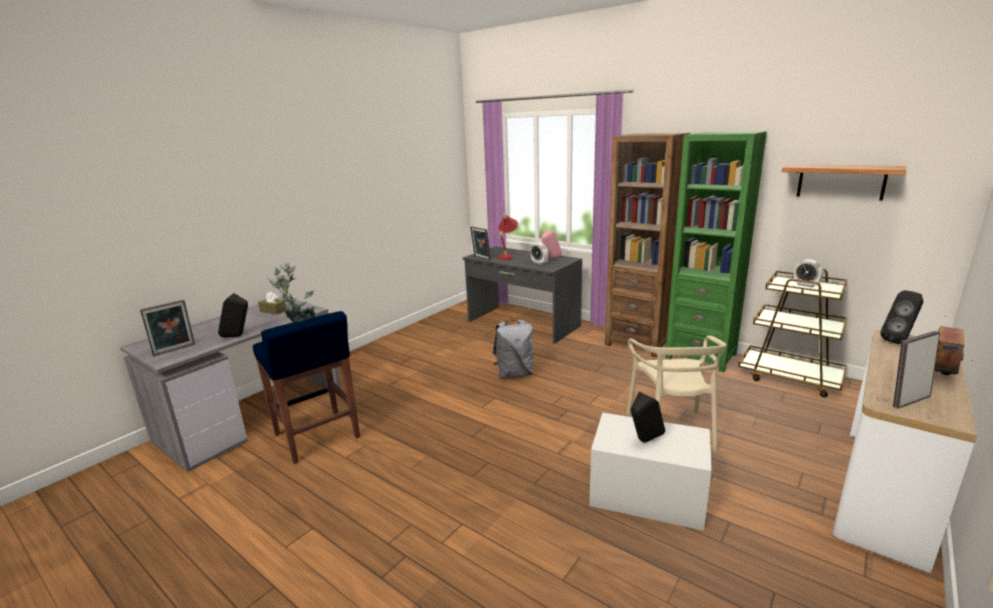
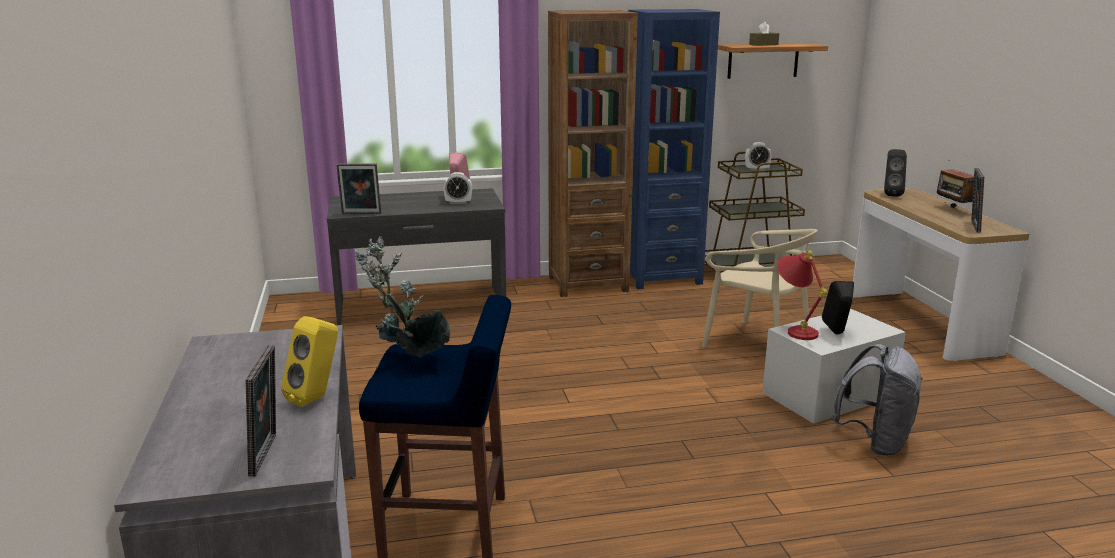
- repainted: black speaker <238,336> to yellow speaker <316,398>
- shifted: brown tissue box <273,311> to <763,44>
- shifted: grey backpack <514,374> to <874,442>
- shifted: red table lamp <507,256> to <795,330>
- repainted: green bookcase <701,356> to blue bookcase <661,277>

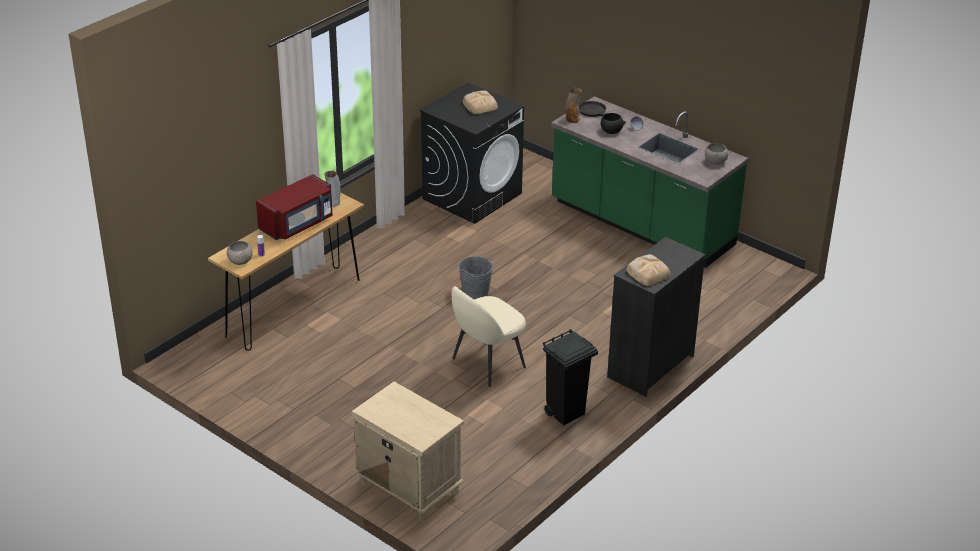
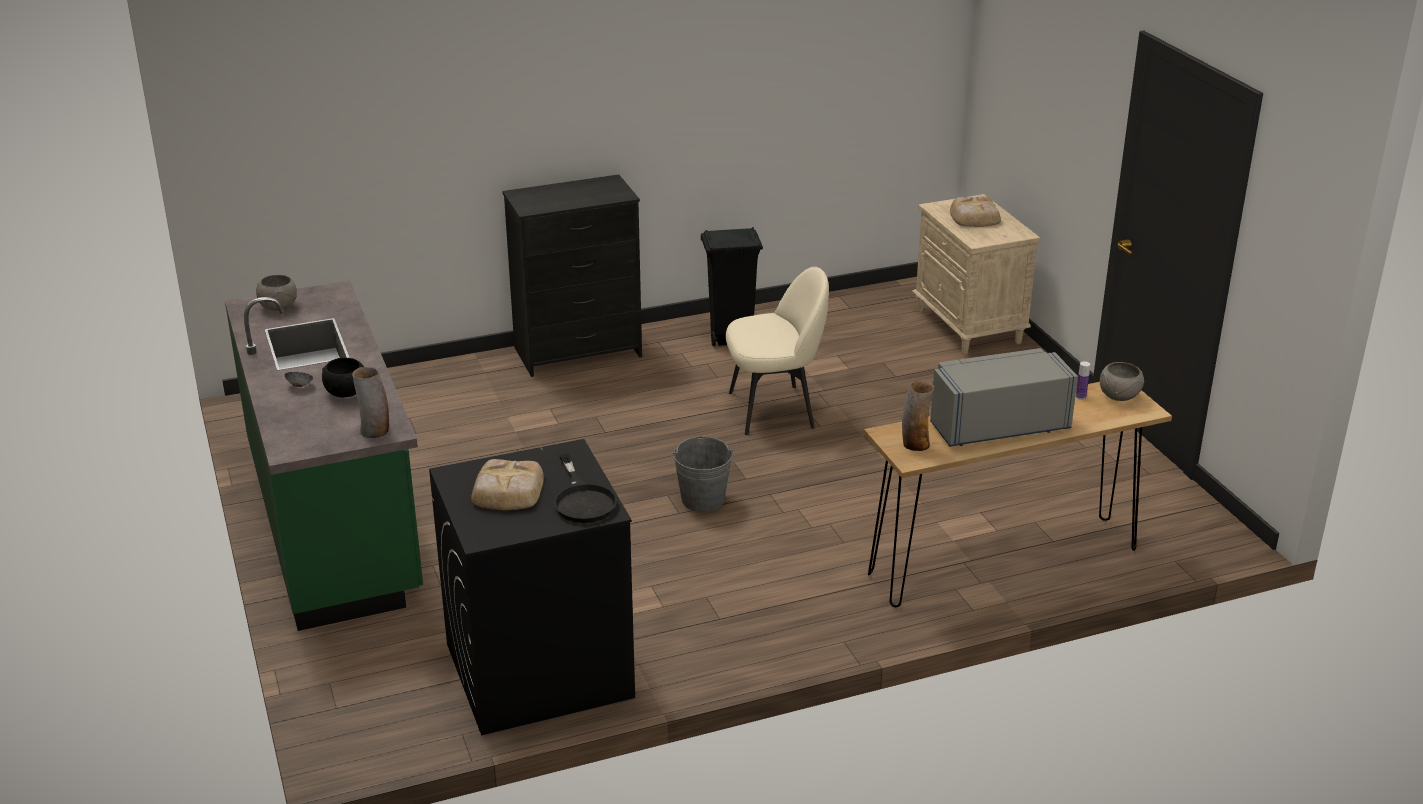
- repainted: red microwave <298,224> to grey microwave <997,426>
- shifted: black frying pan <596,112> to <582,499>
- shifted: bread <648,273> to <974,217>

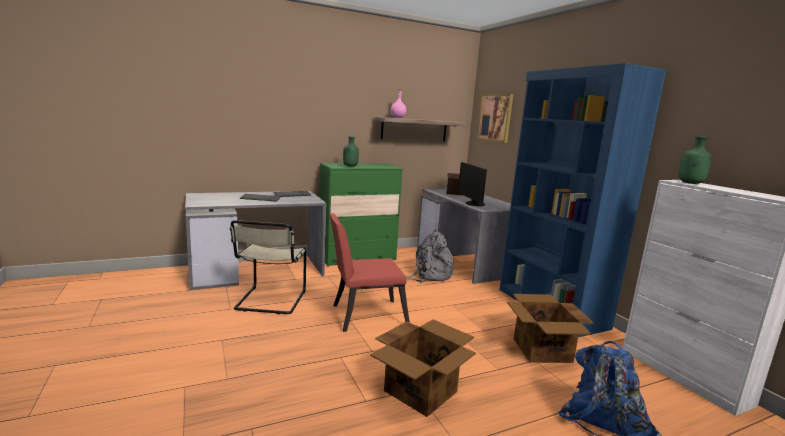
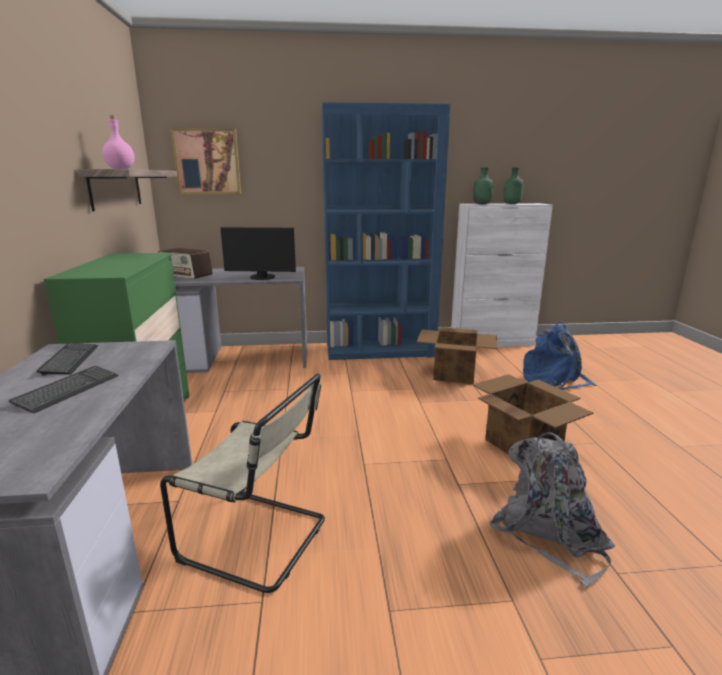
- gone: red chair <364,315>
- shifted: green bottle <350,166> to <512,204>
- shifted: grey backpack <430,275> to <549,534>

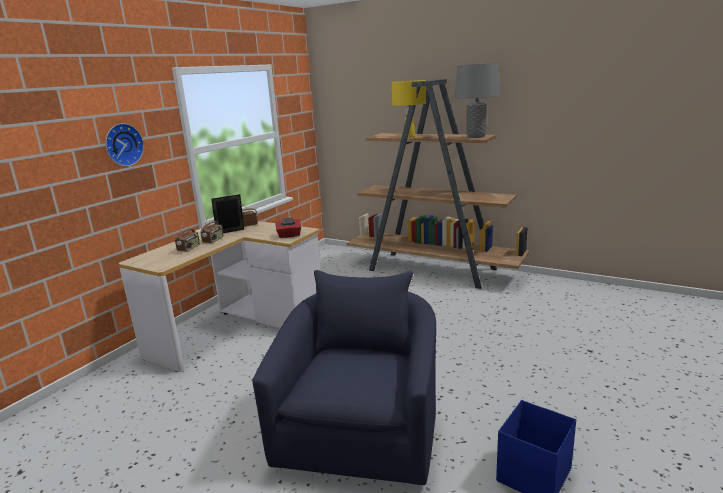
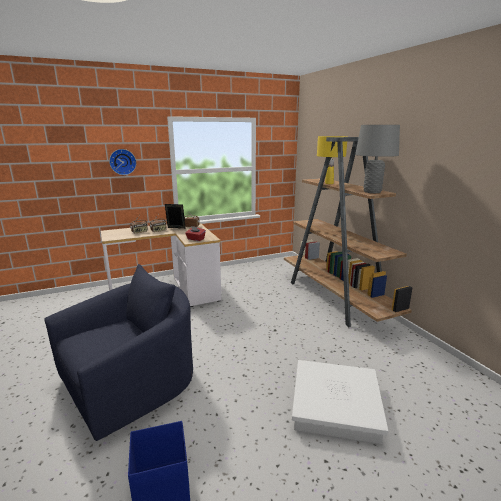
- new: white storage box <335,405>

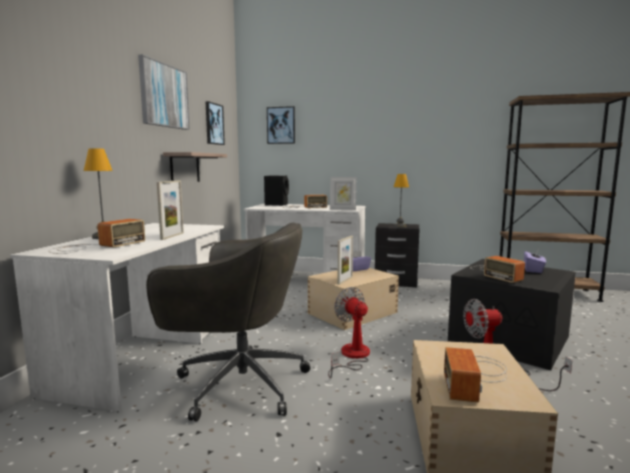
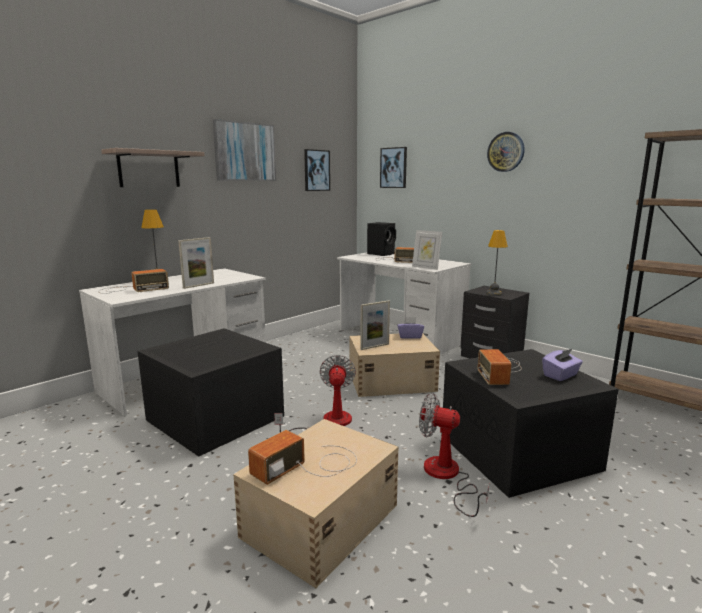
- swapped: grey office chair <238,383> to black storage box <215,419>
- shifted: shelf <185,168> to <149,169>
- new: wall clock <506,152>

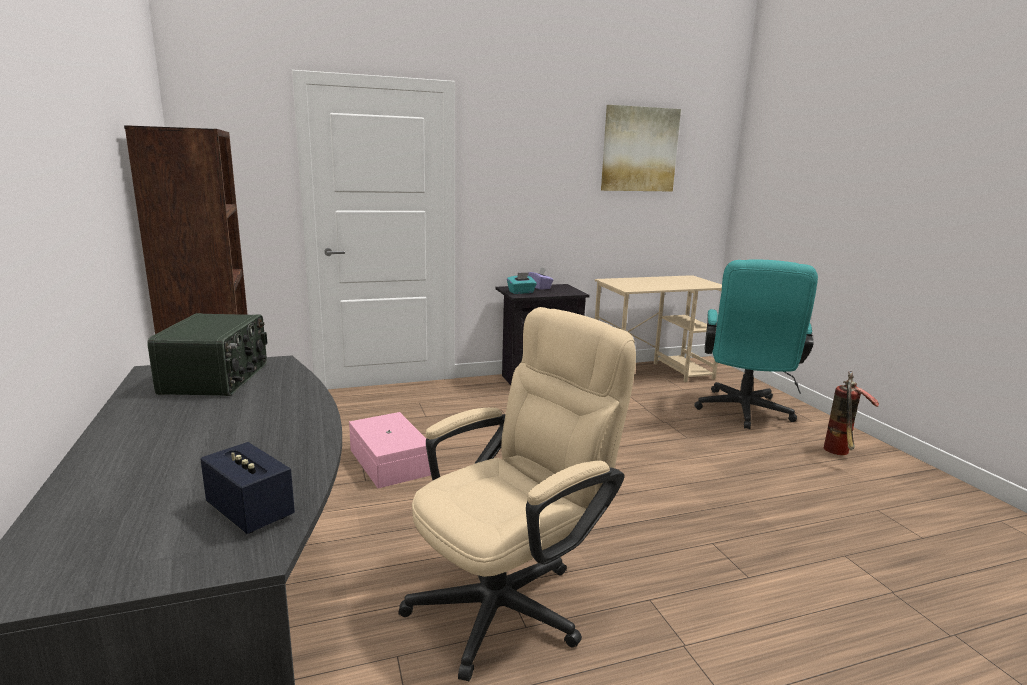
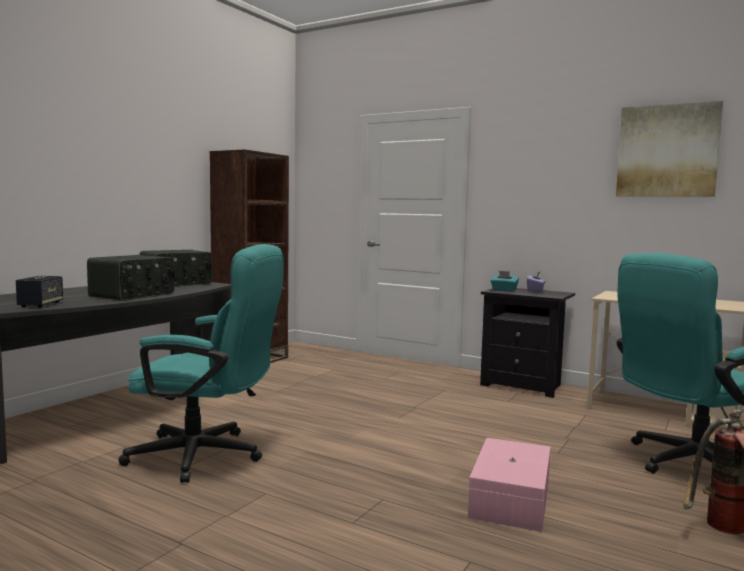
- shifted: pink storage box <388,463> to <508,499>
- repainted: beige office chair <511,600> to turquoise office chair <207,456>
- new: radio <133,295>

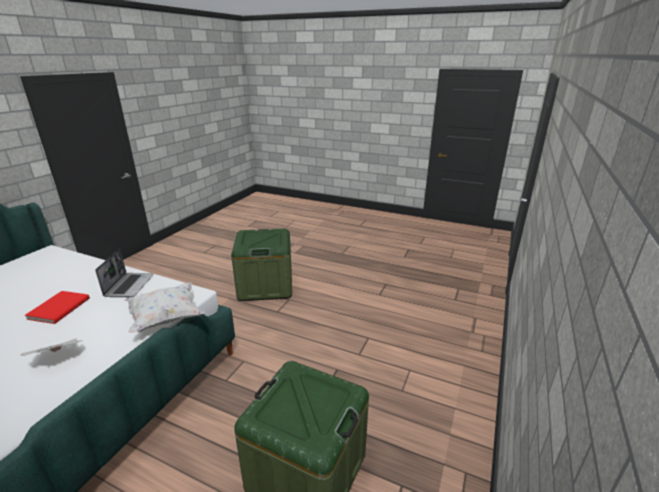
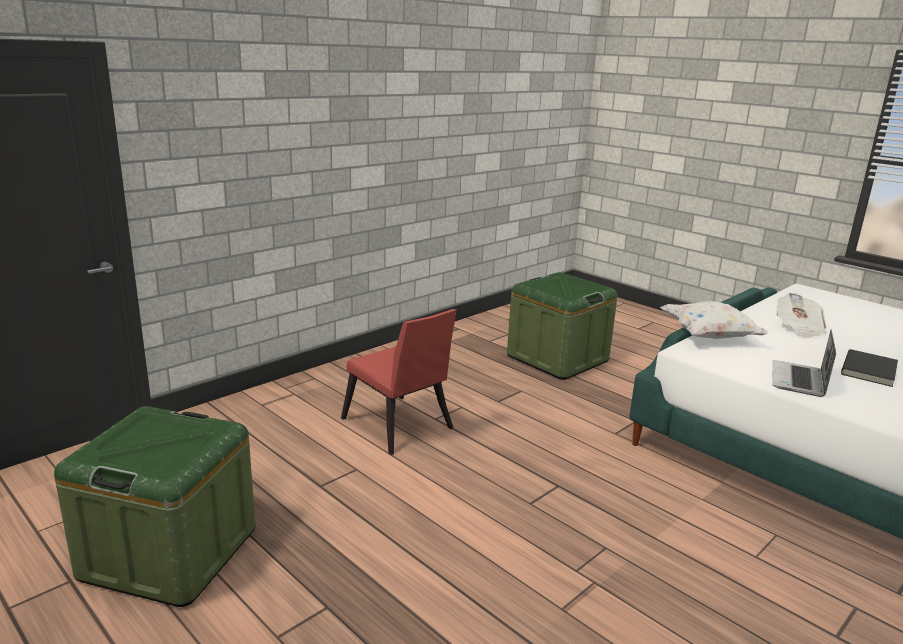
- repainted: red book <58,308> to black book <870,370>
- shifted: green storage box <265,286> to <170,552>
- new: red chair <399,427>

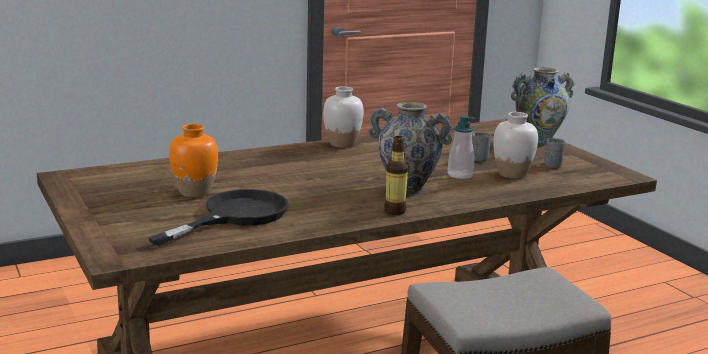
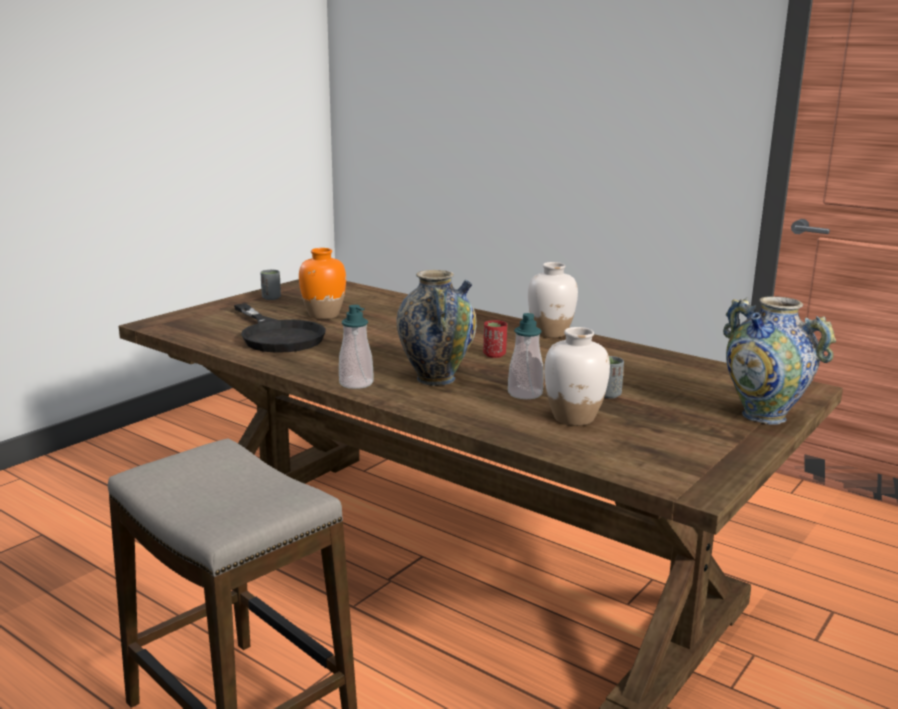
- rotated: black frying pan <235,216> = <277,335> 45 degrees clockwise
- swapped: bottle <395,211> to soap dispenser <356,383>
- shifted: grey cup <553,165> to <271,298>
- new: red cup <494,355>

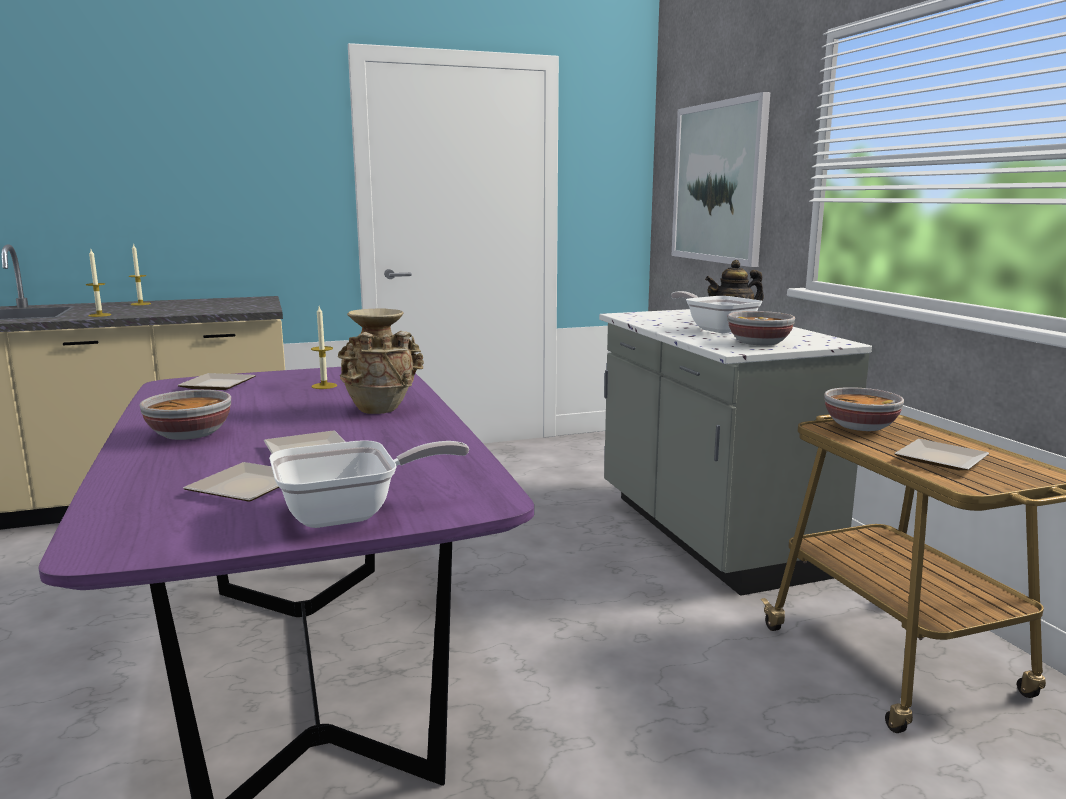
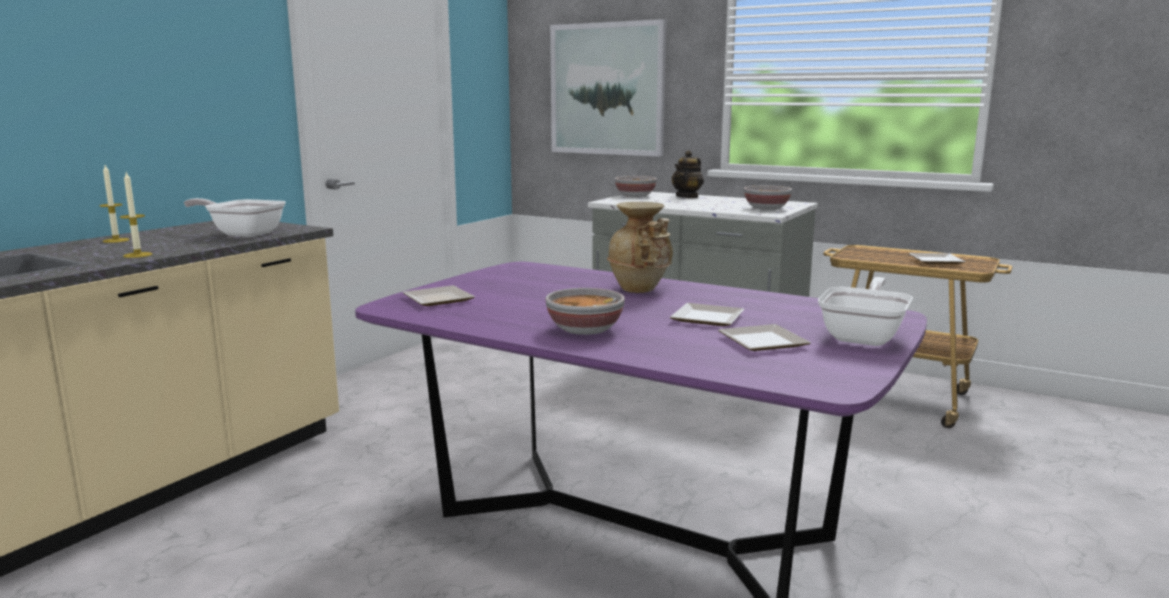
- gone: candle <324,386>
- shifted: frying pan <716,329> to <243,234>
- shifted: bowl <859,426> to <634,196>

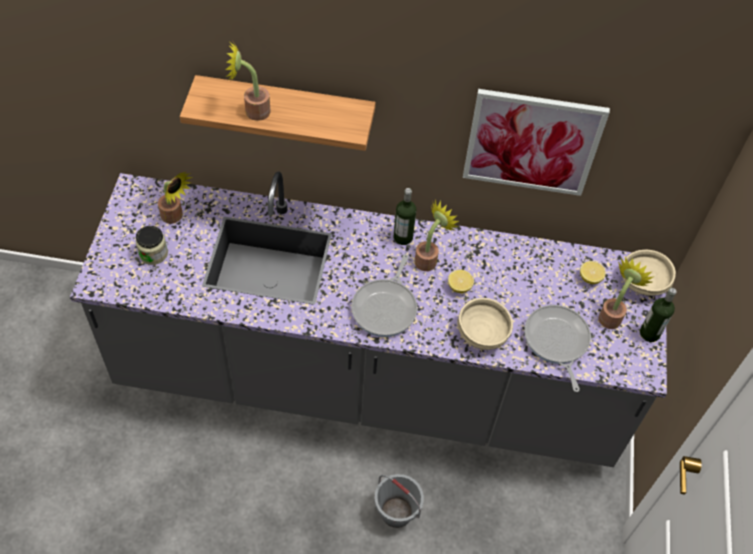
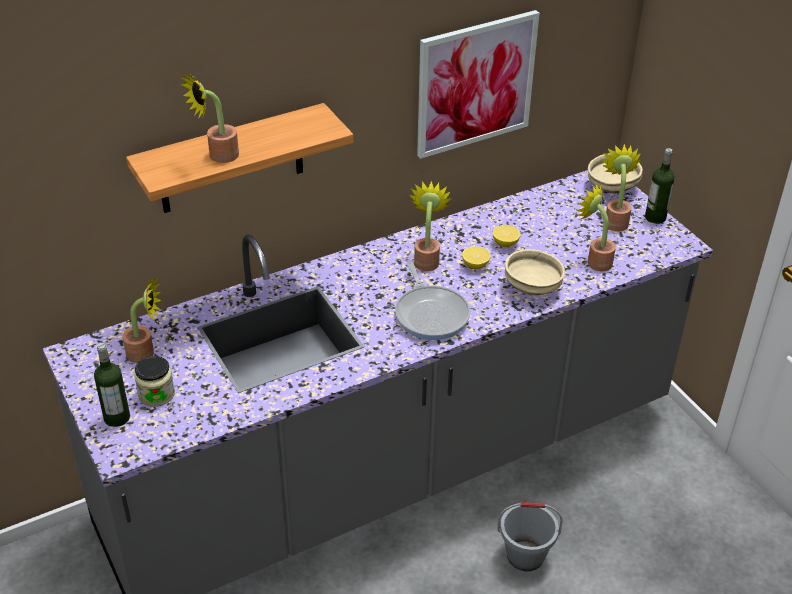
- shifted: bottle <403,237> to <117,417>
- swapped: frying pan <556,341> to potted plant <595,261>
- shifted: lemon <590,278> to <505,243>

